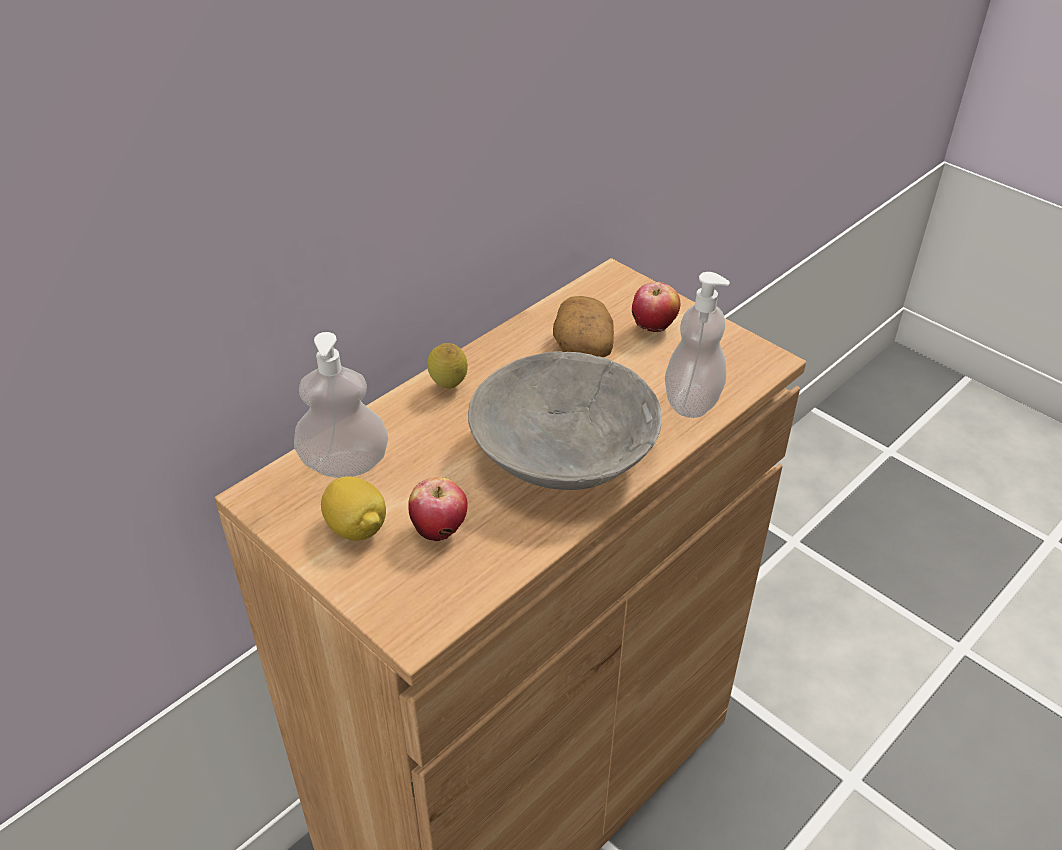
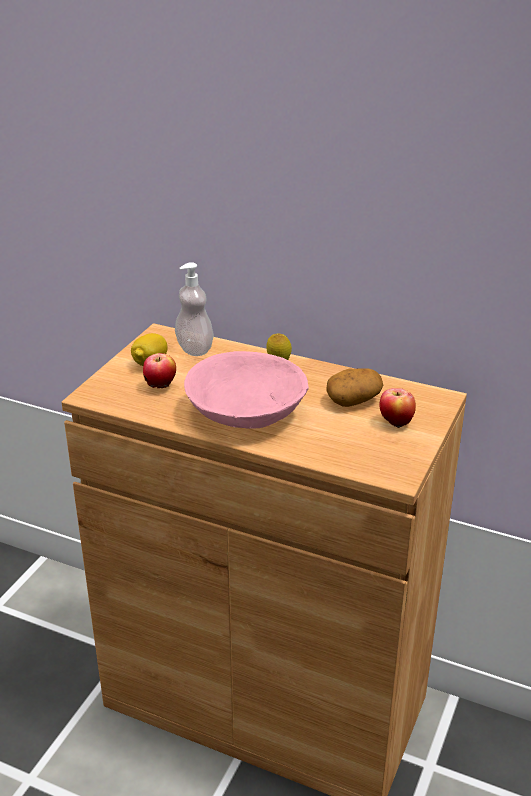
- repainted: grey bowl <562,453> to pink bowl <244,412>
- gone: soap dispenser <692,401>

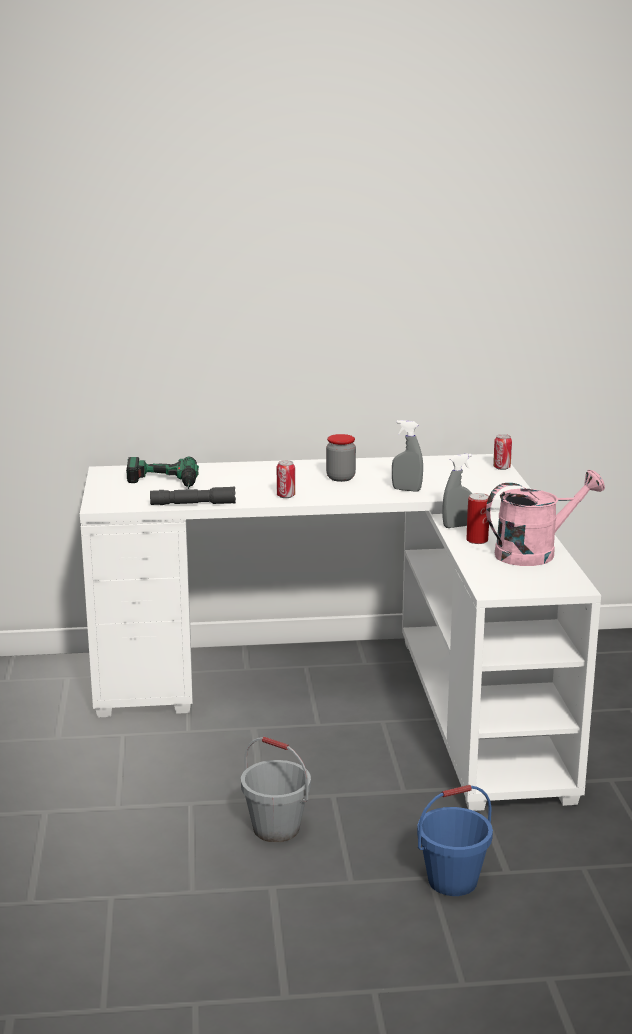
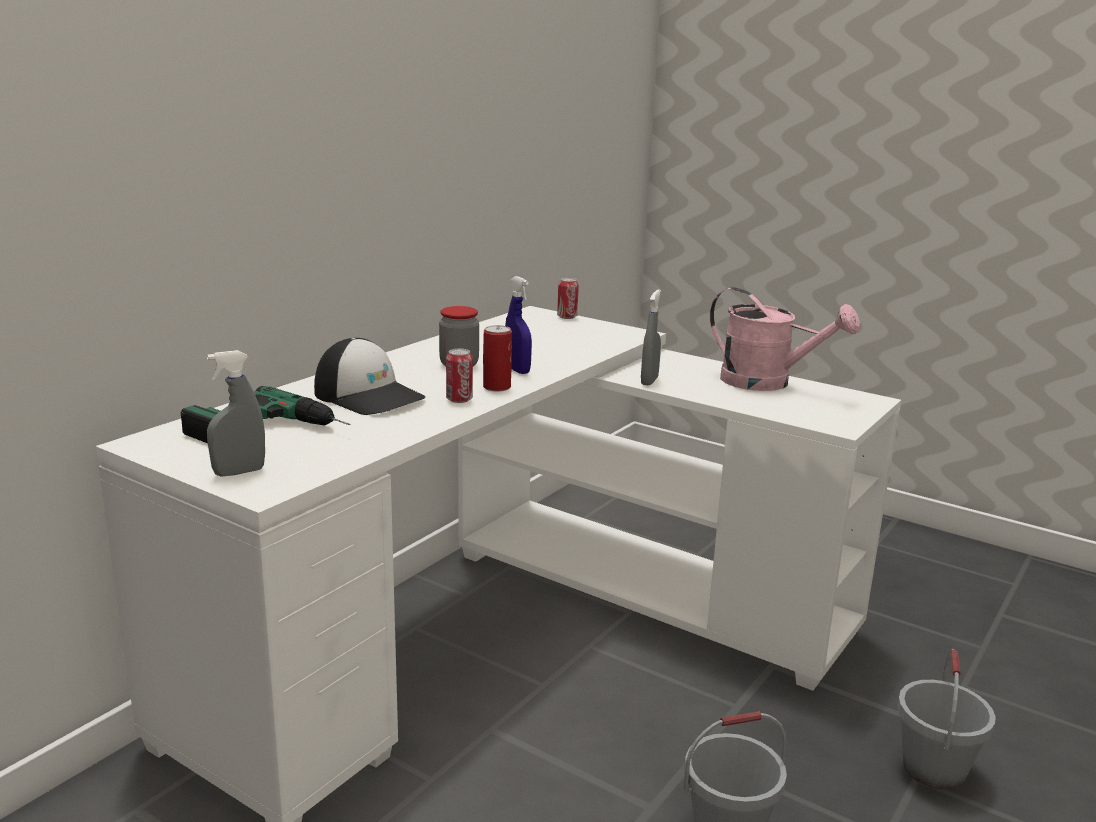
- gone: grey flashlight <193,504>
- shifted: grey spray bottle <406,490> to <239,472>
- repainted: blue bucket <452,880> to grey bucket <933,769>
- shifted: can <477,540> to <497,387>
- rotated: pink watering can <535,553> = <767,383> 105 degrees clockwise
- new: cap <369,396>
- new: blue spray bottle <517,370>

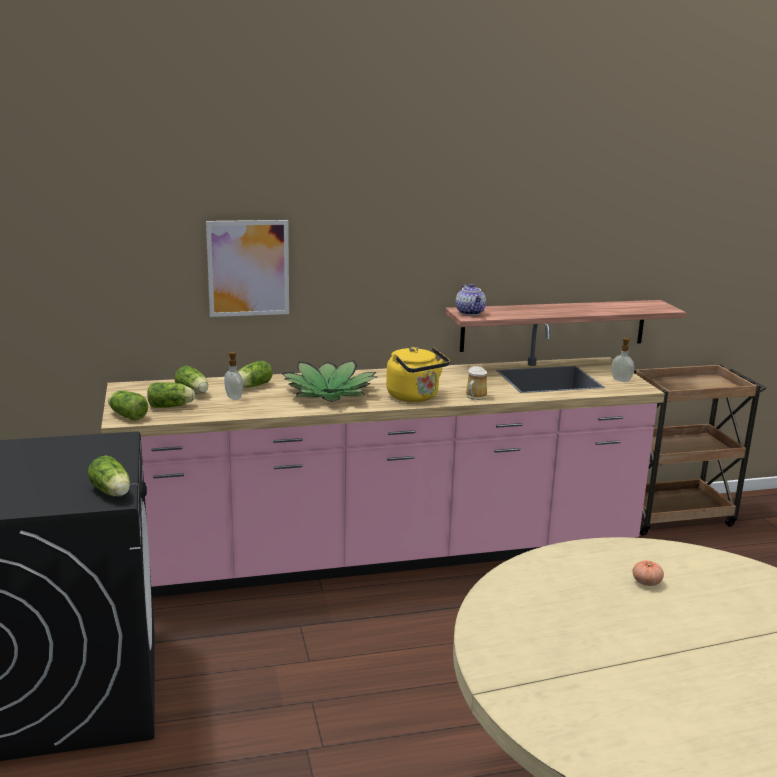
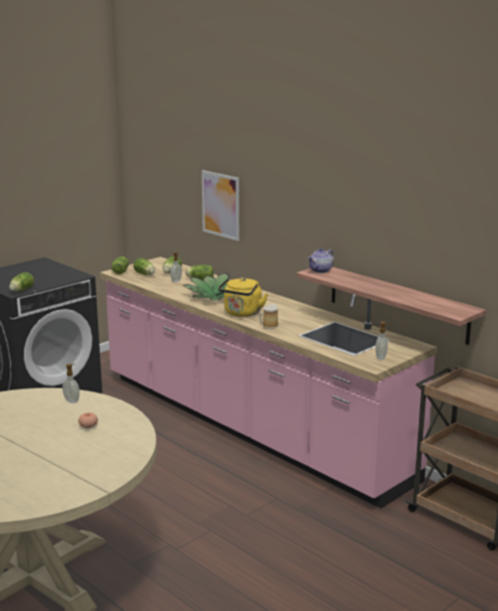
- new: soap dispenser <72,401>

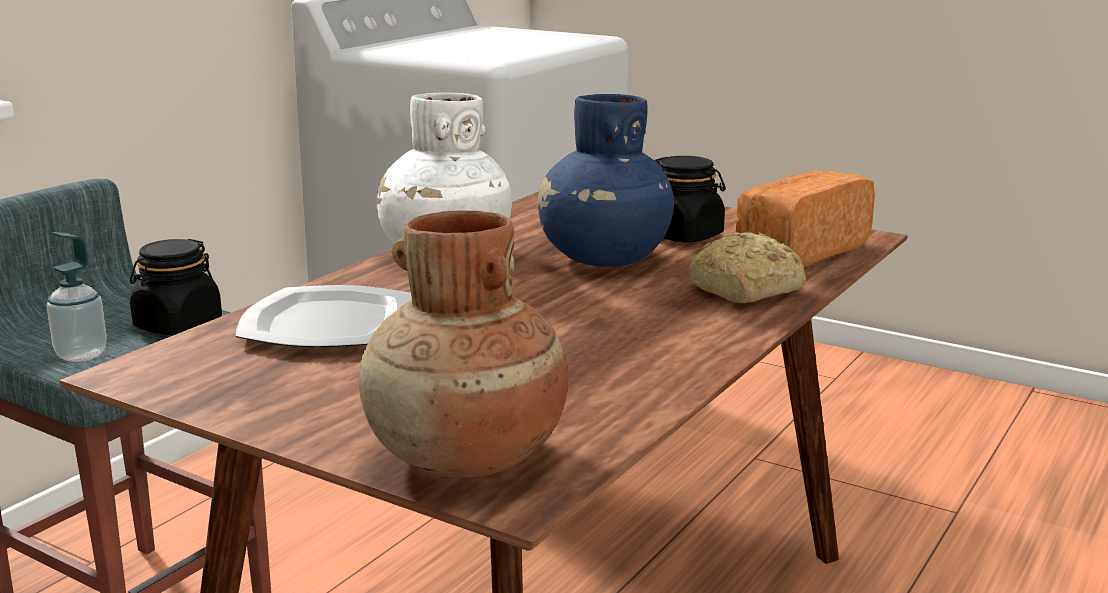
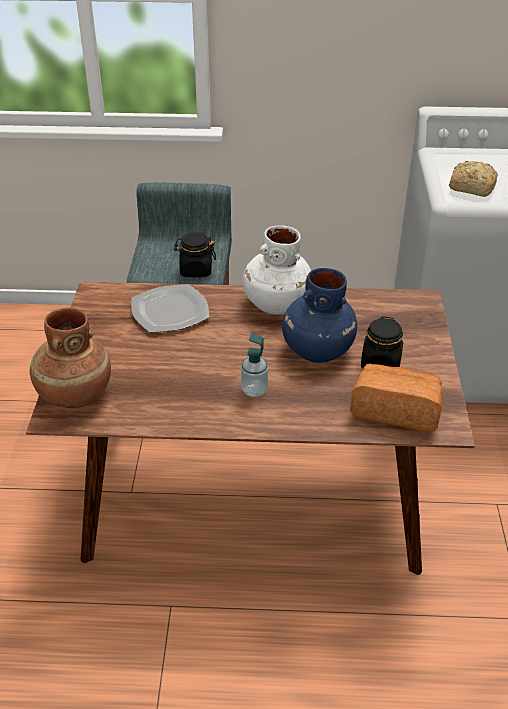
- shifted: soap dispenser <81,355> to <254,390>
- shifted: bread <742,290> to <470,187>

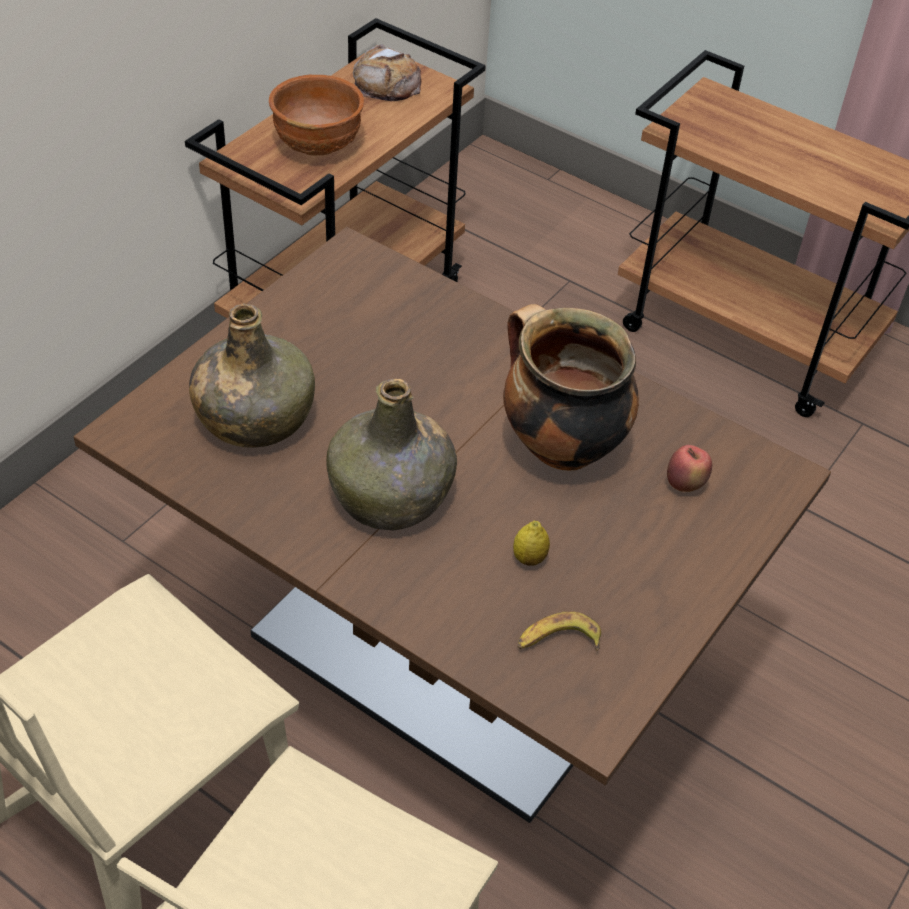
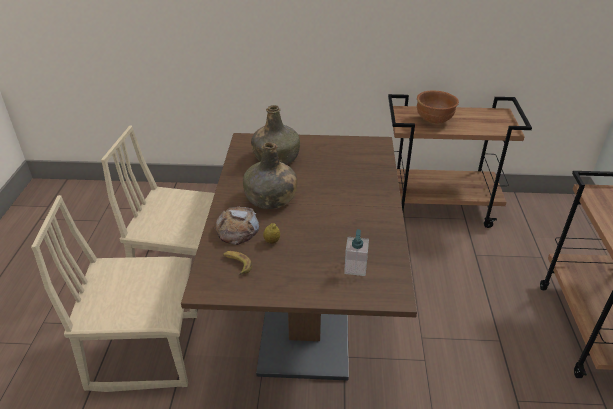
- shifted: bread <387,83> to <237,230>
- gone: cooking pot <559,446>
- swapped: apple <685,484> to soap dispenser <355,268>

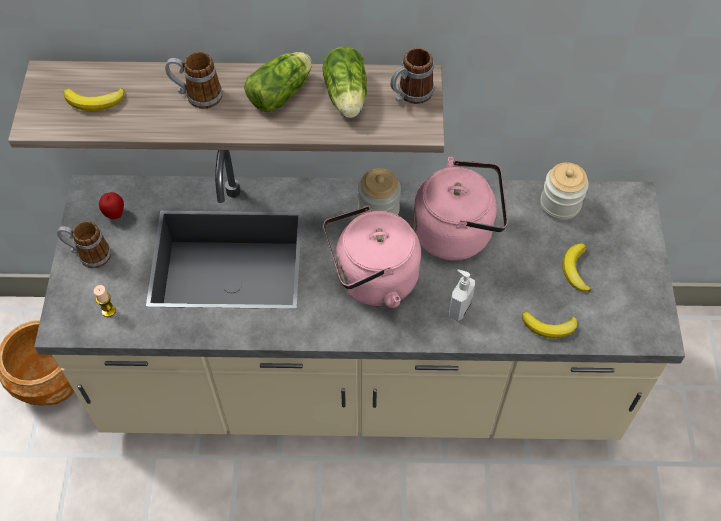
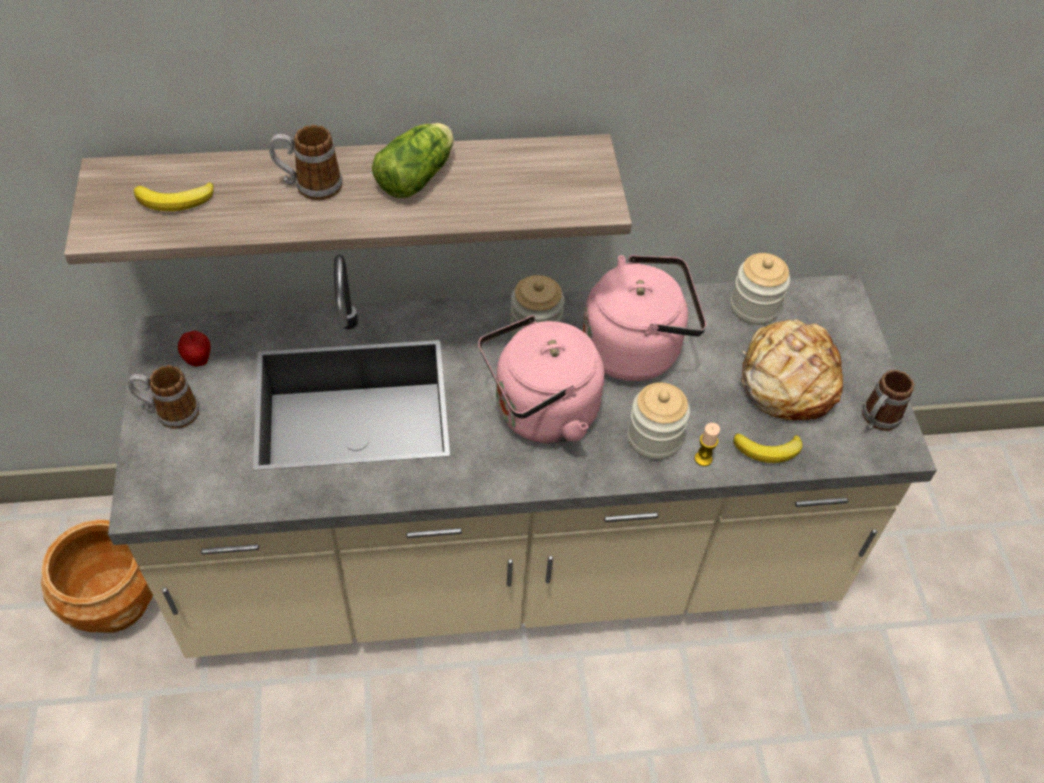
- shifted: candle <108,310> to <703,459>
- gone: lettuce <346,98>
- shifted: mug <410,95> to <876,420>
- swapped: soap dispenser <459,308> to jar <654,438>
- swapped: banana <575,269> to bread <787,381>

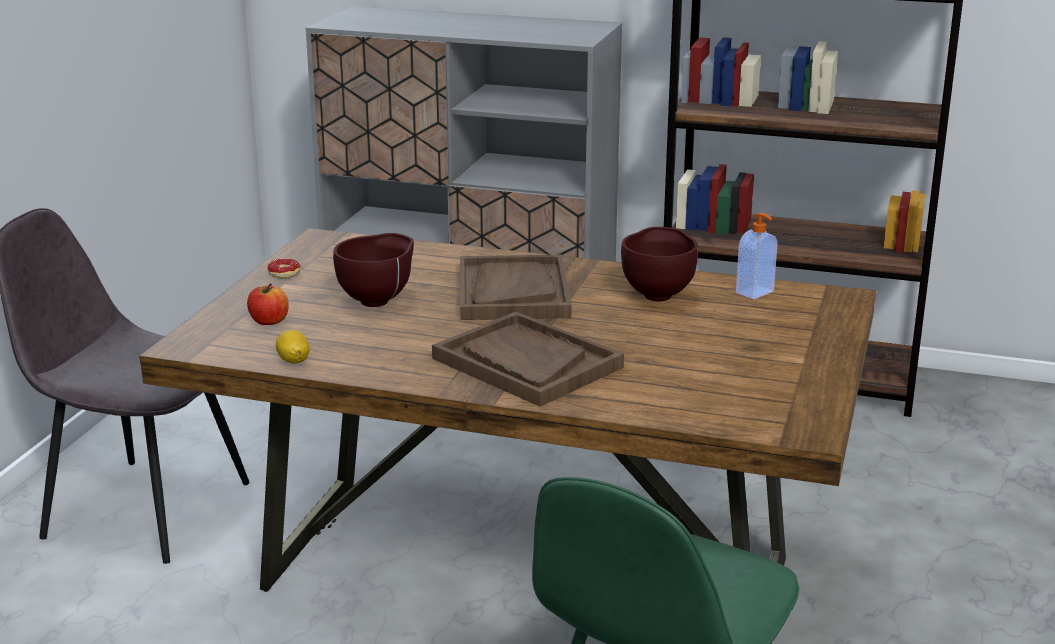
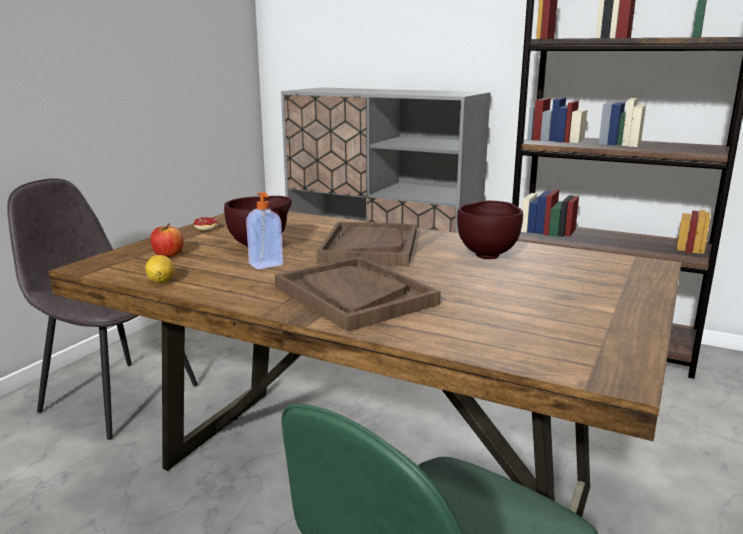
- shifted: soap dispenser <755,293> to <266,265>

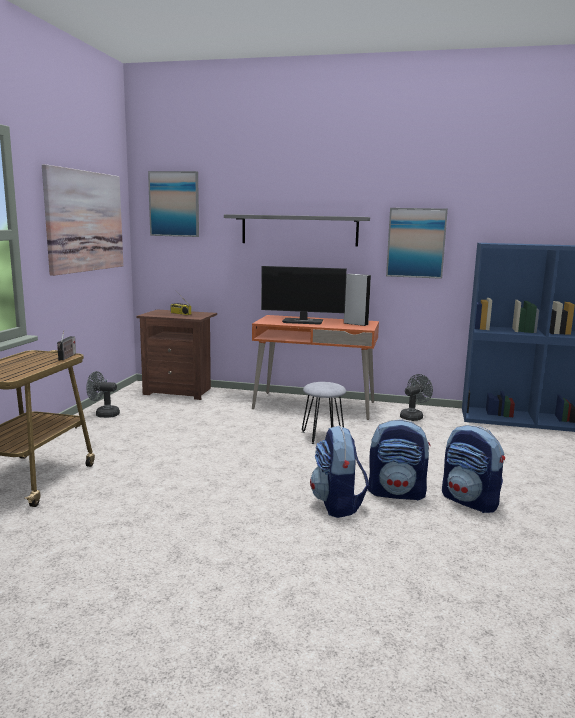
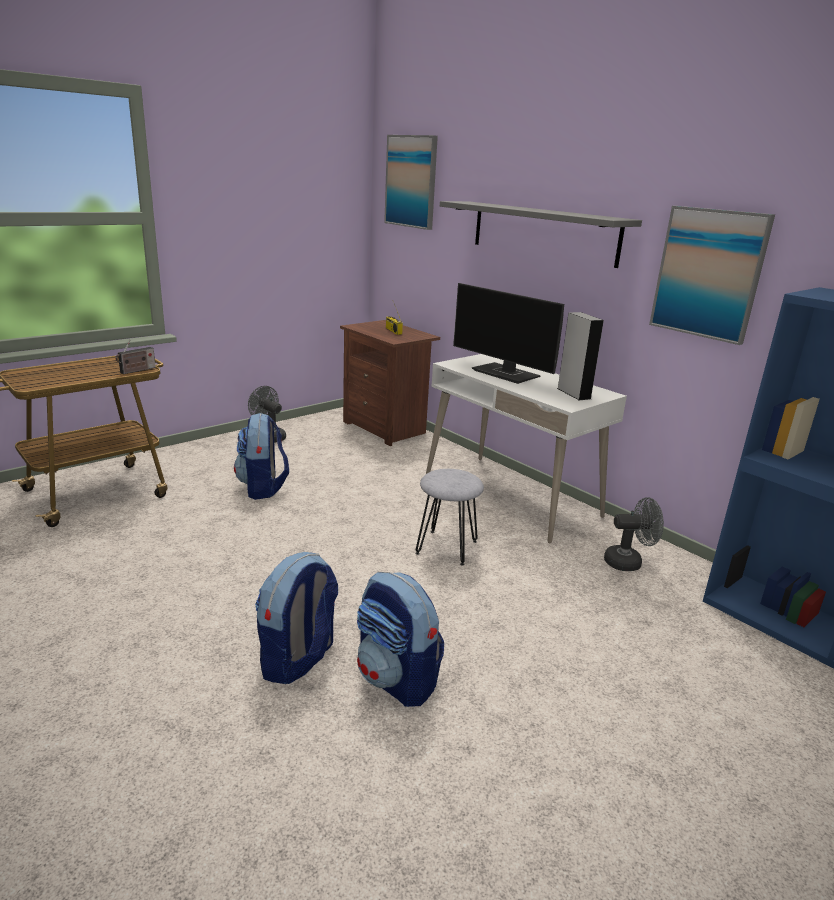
- gone: picture <85,221>
- repainted: orange desk <314,405> to white desk <511,496>
- shifted: backpack <470,501> to <263,488>

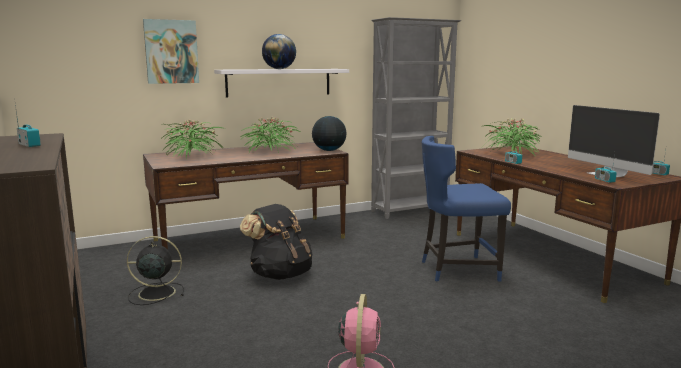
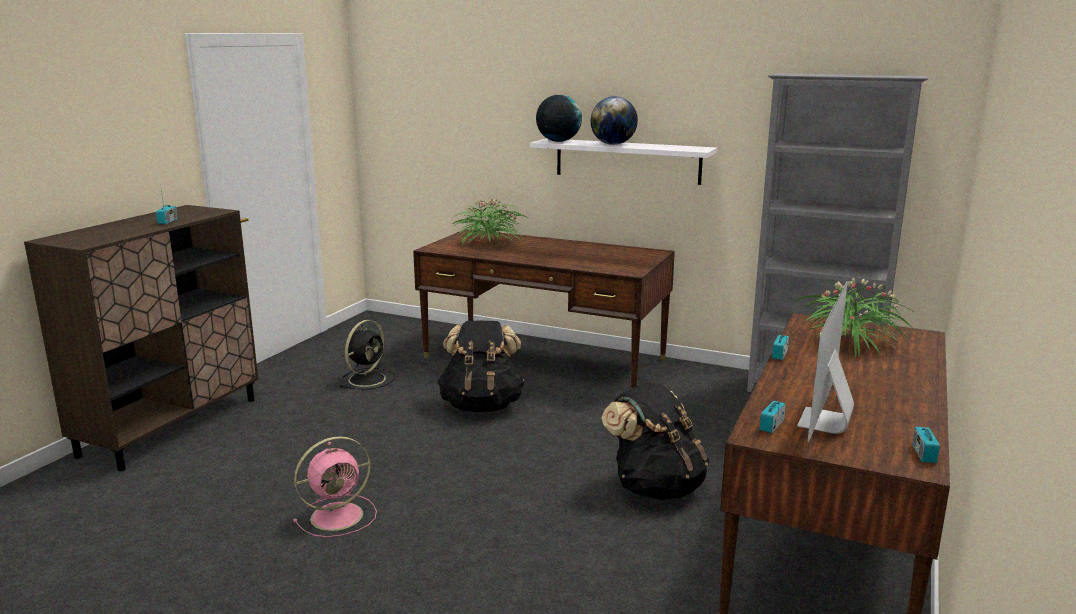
- rotated: black fan <155,293> = <368,379> 75 degrees clockwise
- gone: picture <171,52>
- gone: potted plant <270,151>
- shifted: globe <329,150> to <558,141>
- swapped: blue chair <457,269> to black backpack <655,487>

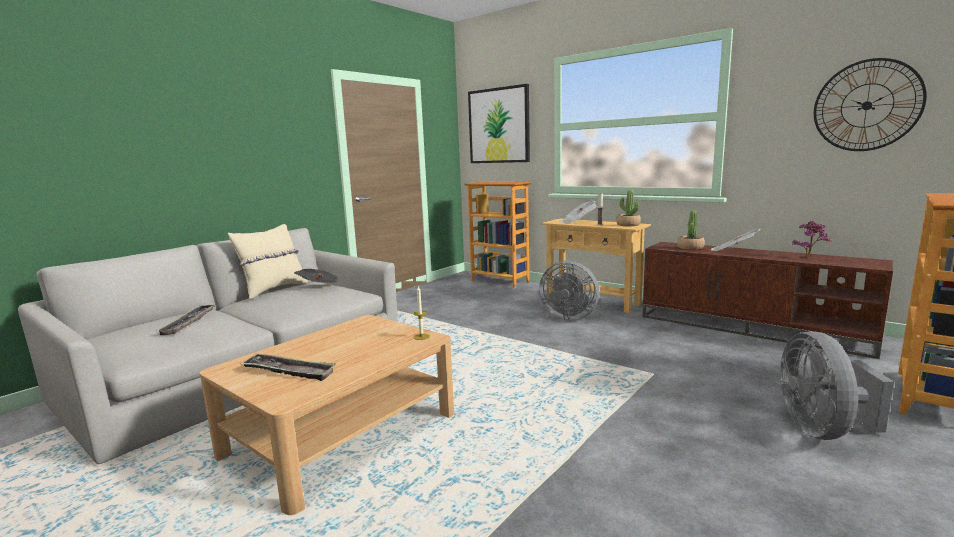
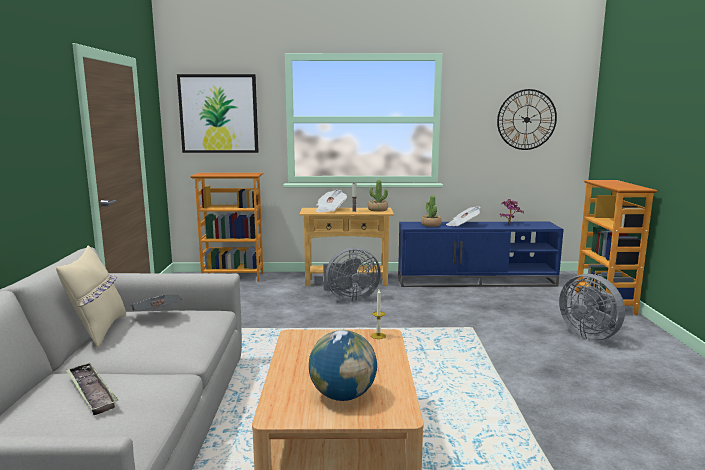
- swapped: tray <288,371> to globe <343,396>
- repainted: brown tv stand <752,328> to blue tv stand <476,280>

